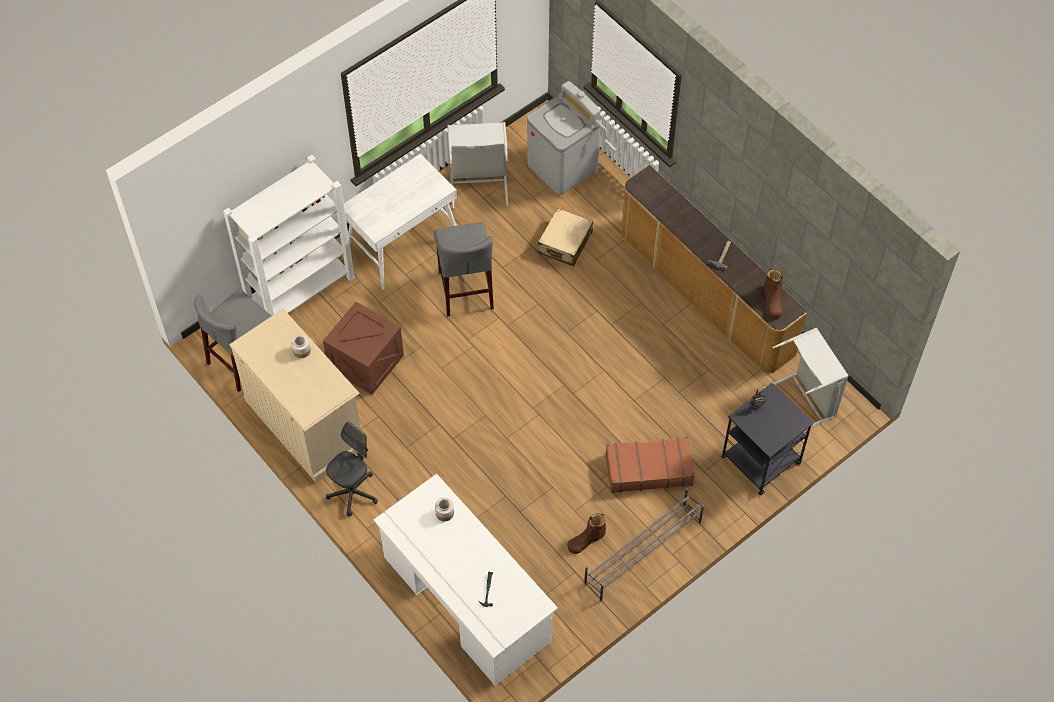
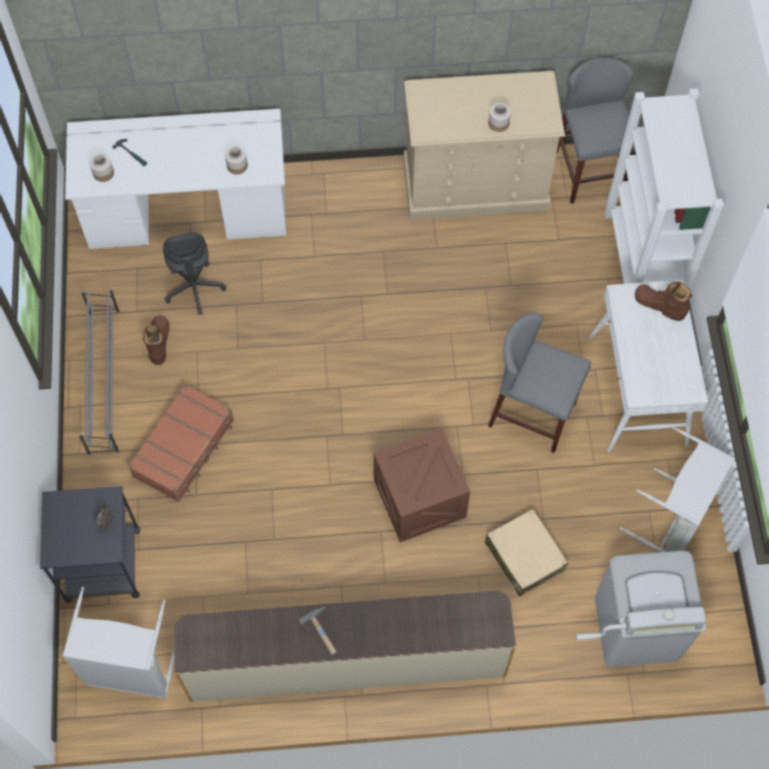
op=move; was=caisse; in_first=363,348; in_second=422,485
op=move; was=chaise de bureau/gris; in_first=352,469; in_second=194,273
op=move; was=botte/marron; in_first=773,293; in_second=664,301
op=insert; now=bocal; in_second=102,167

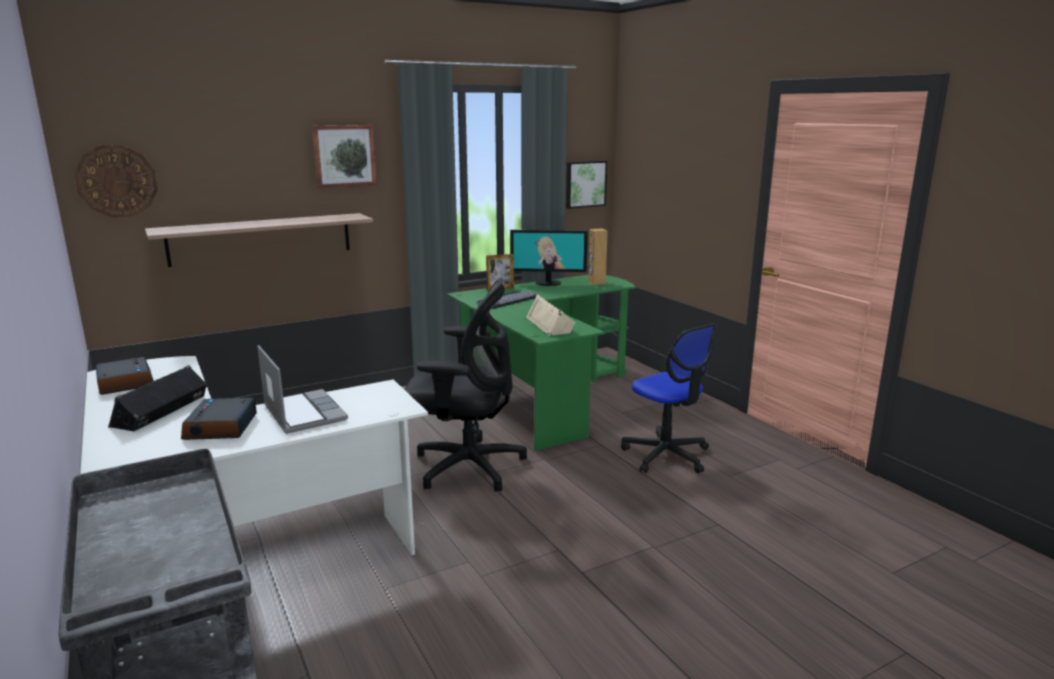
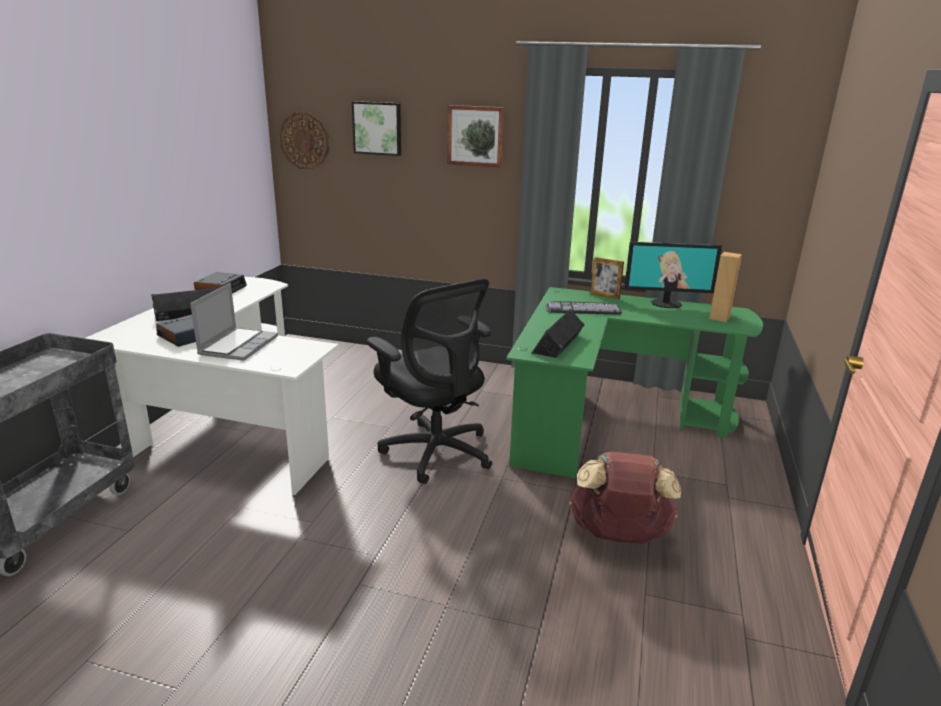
op=delete; was=étagère; in_first=259,240
op=rotate; was=écran d'ordinateur; in_first=549,258; in_second=673,275; clockwise=-45
op=recolor; was=enceinte/beige; now=enceinte/noir; in_first=550,315; in_second=558,333
op=move; was=tableau; in_first=586,185; in_second=376,128
op=replace; was=chaise de bureau; now=sac à dos/marron; in_first=669,398; in_second=625,498

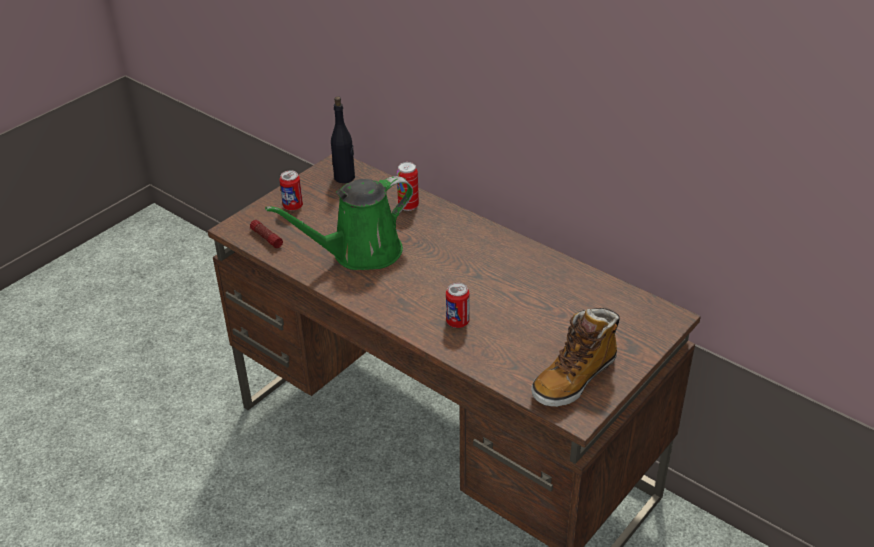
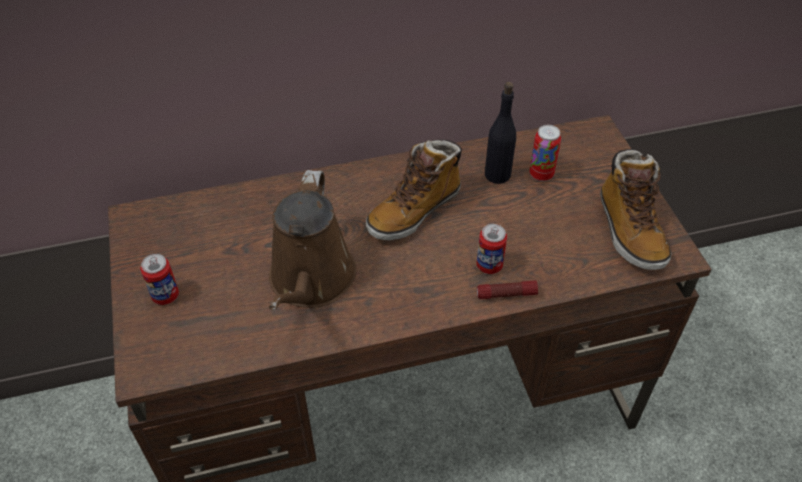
op=move; was=lampe de poche; in_first=266,234; in_second=507,289
op=recolor; was=arrosoir/vert; now=arrosoir/marron; in_first=339,223; in_second=312,240
op=move; was=bouteille/noir; in_first=343,139; in_second=500,133
op=move; was=boîte métallique; in_first=408,186; in_second=545,153
op=insert; now=botte; in_second=414,190

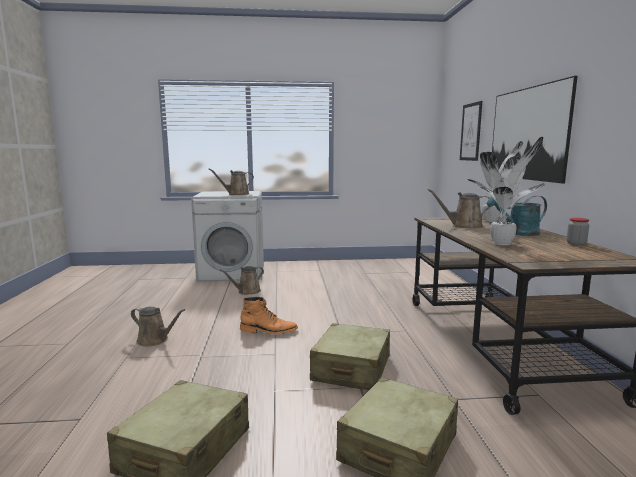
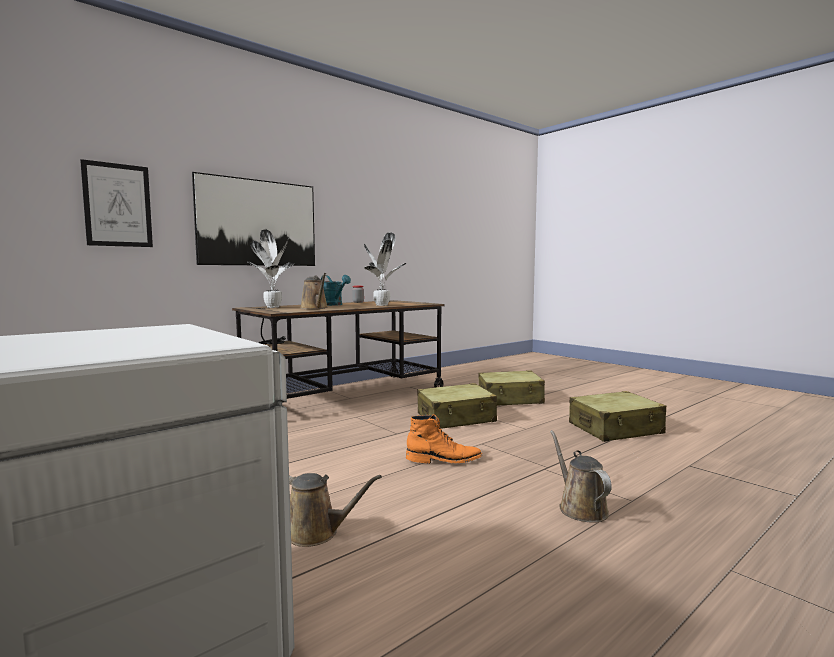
op=delete; was=arrosoir/marron; in_first=231,182
op=rotate; was=botte/orange; in_first=269,315; in_second=444,439; clockwise=120

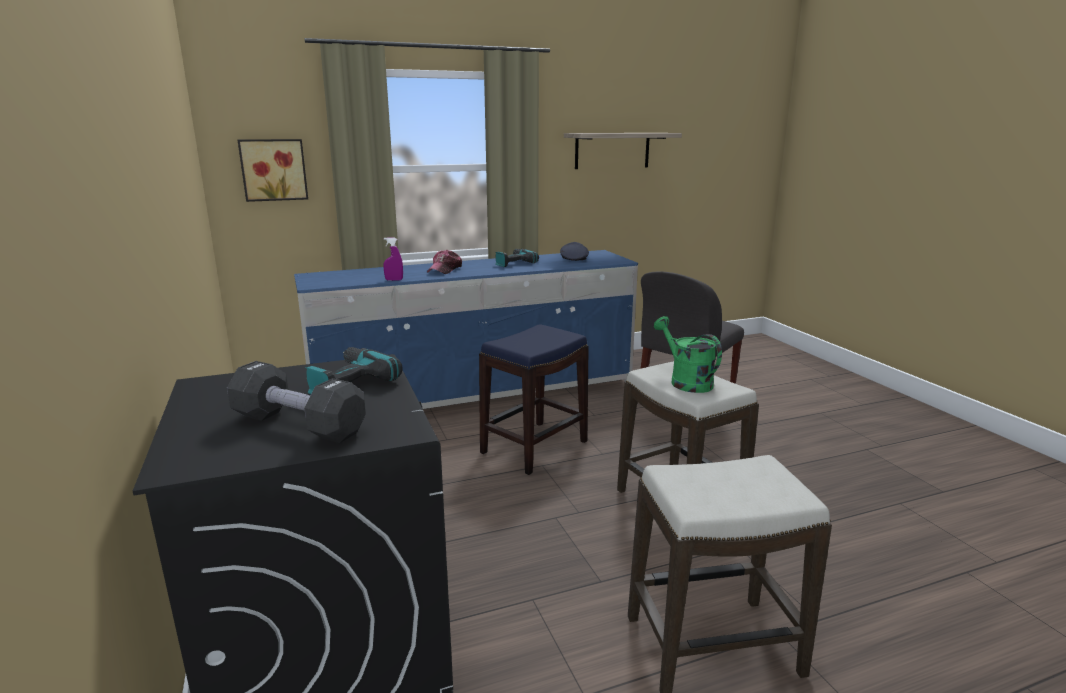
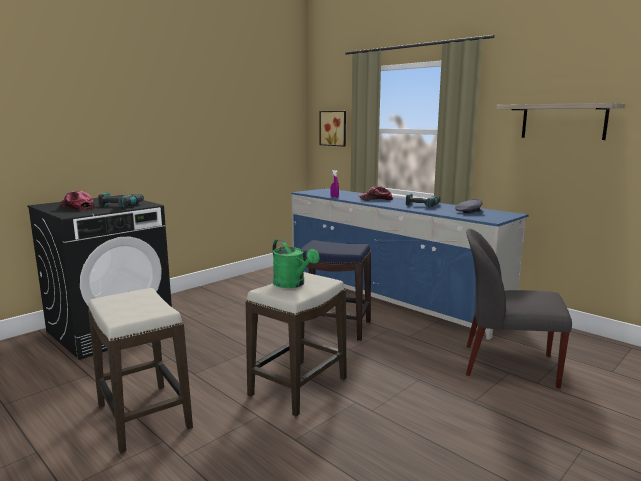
op=replace; was=haltère/noir; now=casquette; in_first=296,402; in_second=77,200
op=rotate; was=arrosoir/vert; in_first=688,354; in_second=296,263; clockwise=105

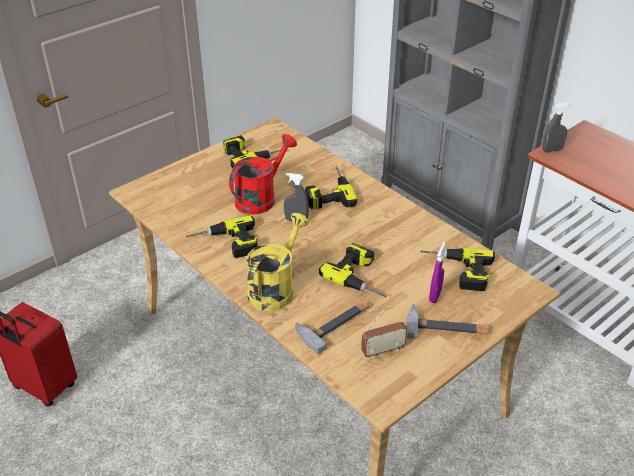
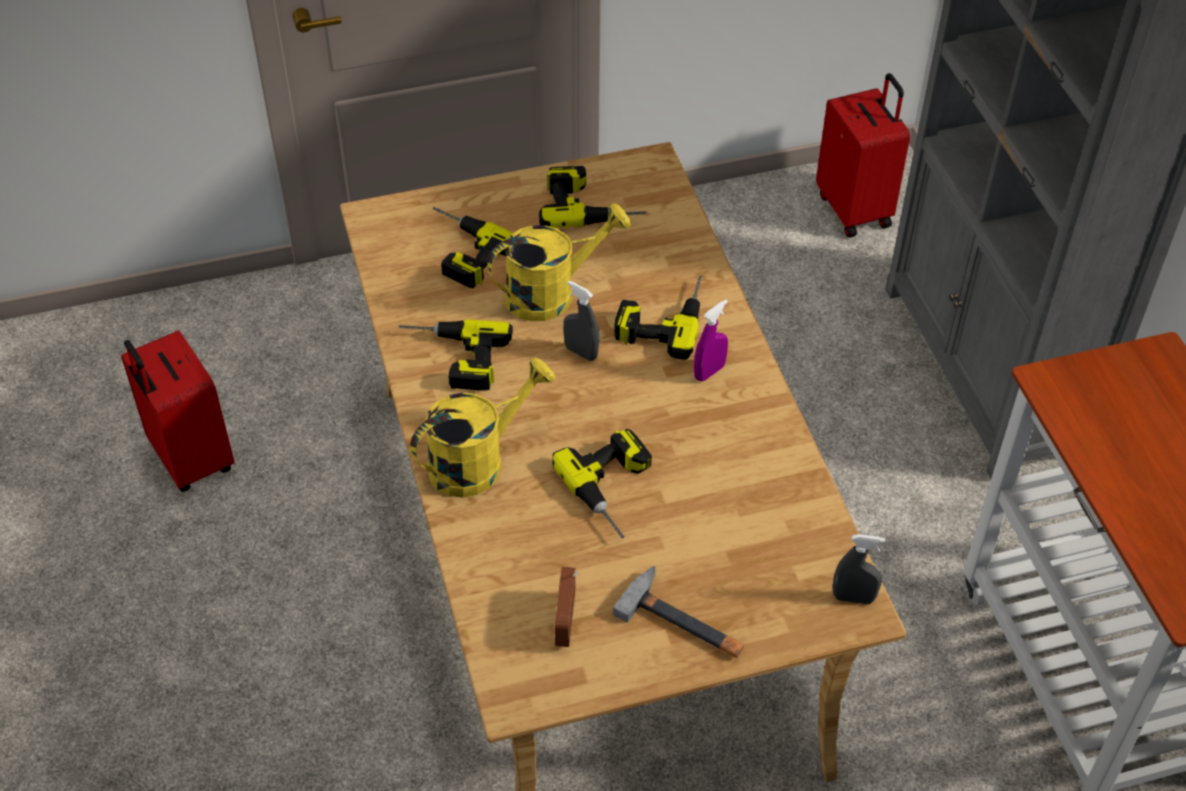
op=recolor; was=arrosoir/rouge; now=arrosoir/jaune; in_first=263,174; in_second=559,262
op=delete; was=marteau; in_first=332,327
op=rotate; was=radio; in_first=384,333; in_second=567,607; clockwise=90
op=move; was=perceuse; in_first=457,269; in_second=473,247
op=move; was=vaporisateur/violet; in_first=437,272; in_second=711,340
op=move; was=vaporisateur/gris; in_first=557,127; in_second=859,569
op=insert; now=valise/rouge; in_second=863,155

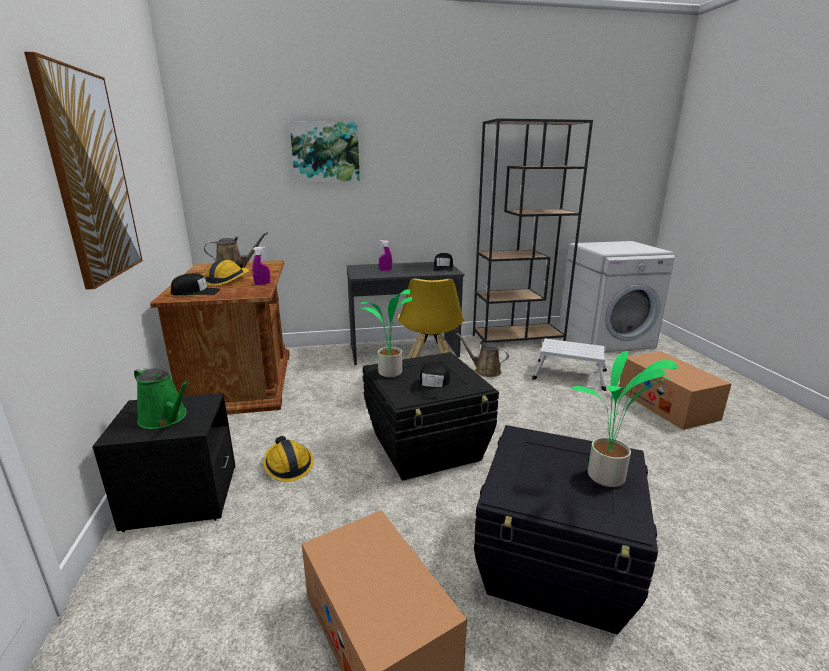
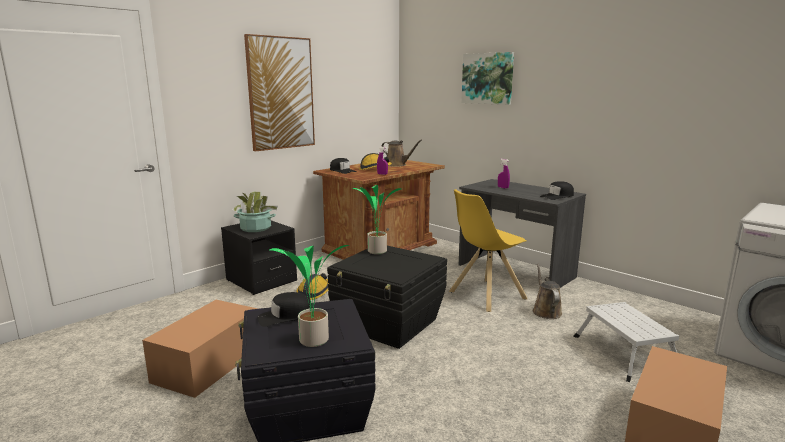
op=replace; was=arrosoir/vert; now=plante en pot; in_first=161,398; in_second=255,211
op=move; was=casquette/noir; in_first=433,380; in_second=285,309
op=delete; was=bibliothèque; in_first=533,231

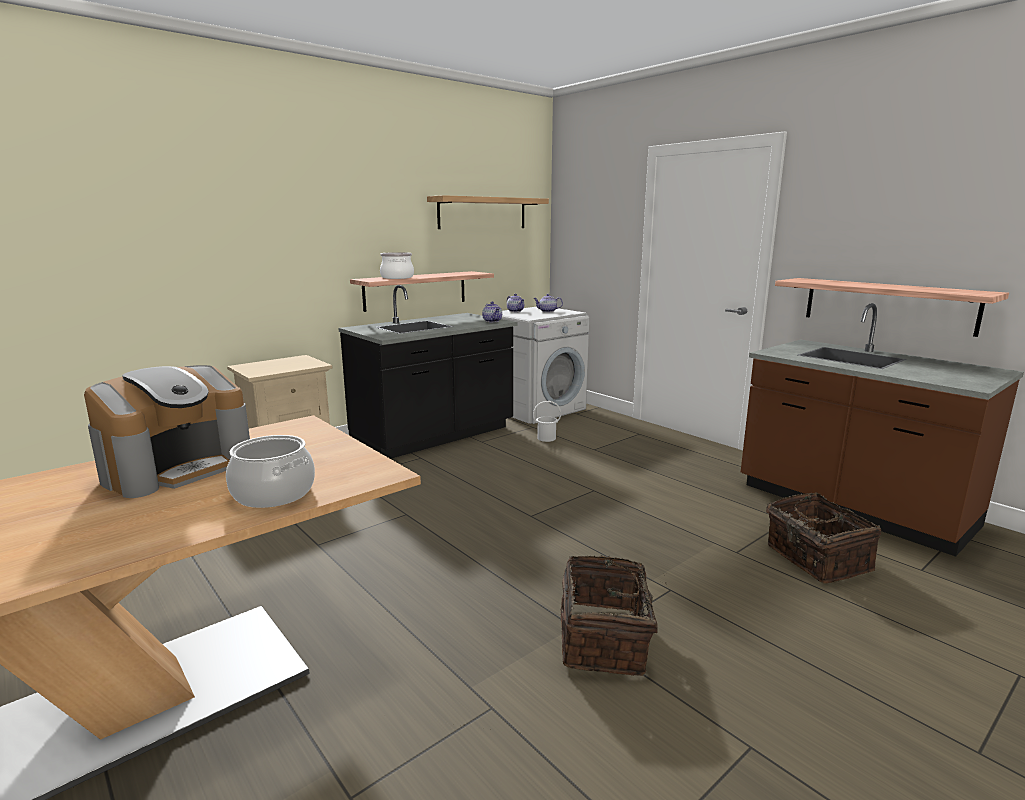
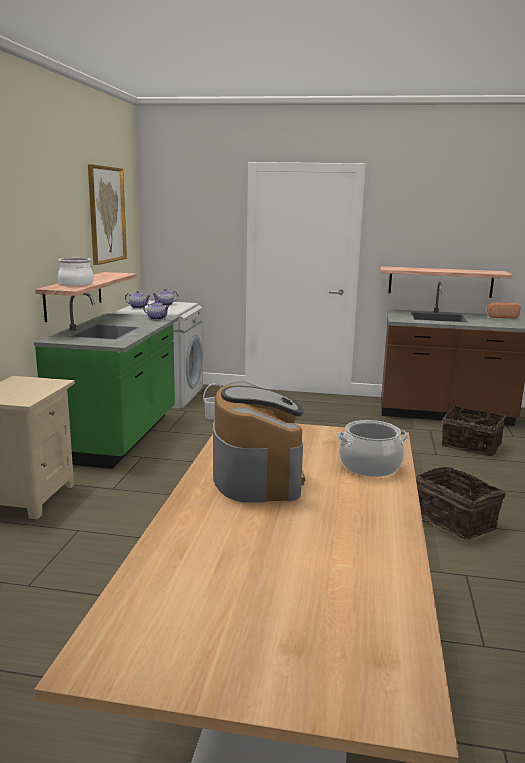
op=recolor; was=comptoir de cuisine/noir; now=comptoir de cuisine/vert; in_first=428,372; in_second=106,381
op=replace; was=étagère; now=tableau; in_first=488,212; in_second=107,214
op=insert; now=pain; in_second=503,310

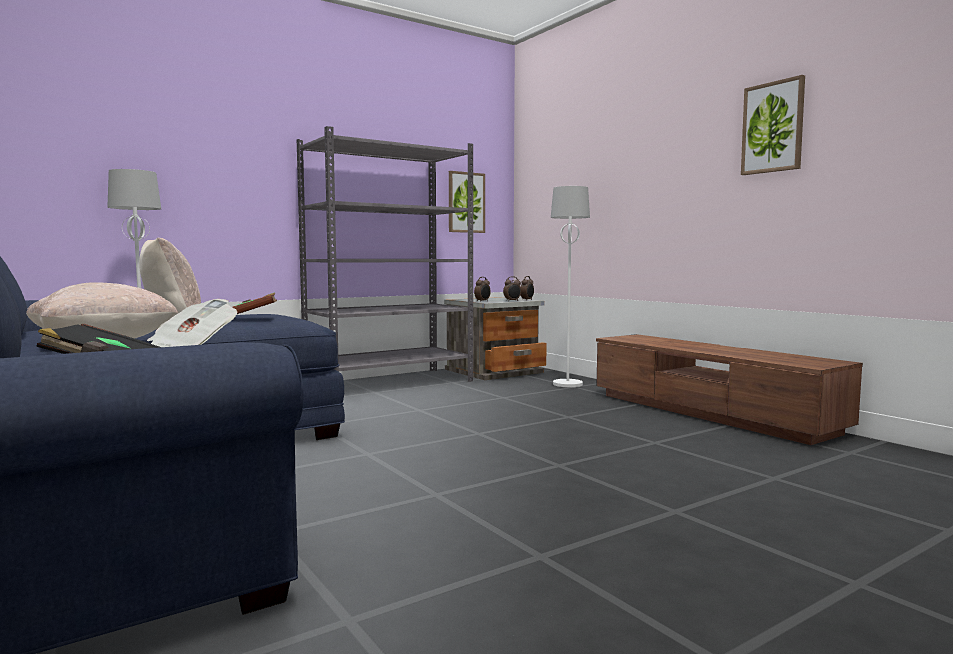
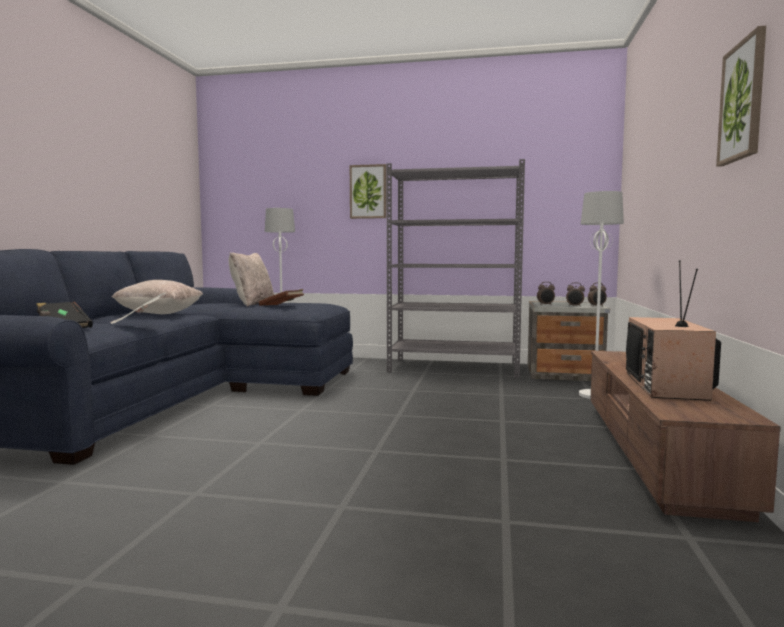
op=move; was=tableau; in_first=467,202; in_second=368,191
op=insert; now=téléviseur; in_second=673,330

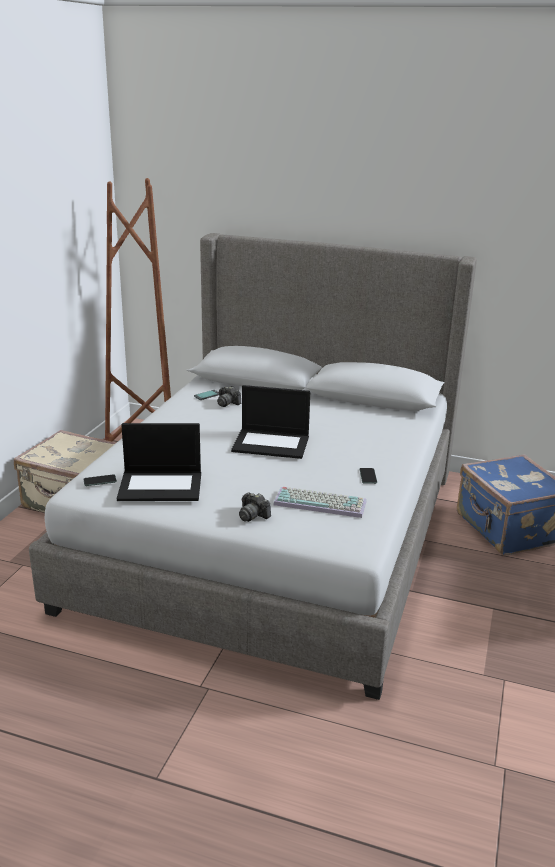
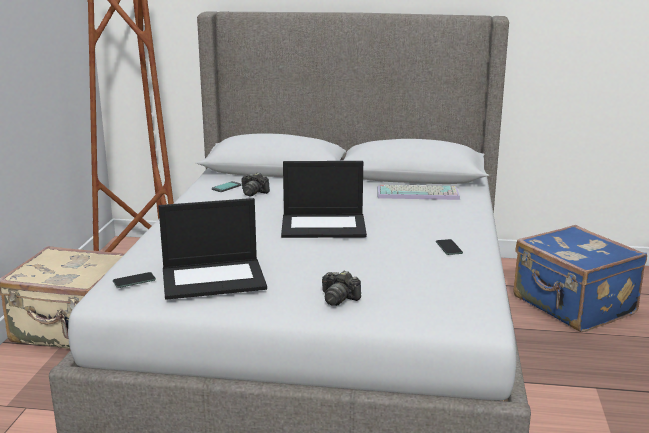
op=move; was=clavier; in_first=319,502; in_second=418,192

